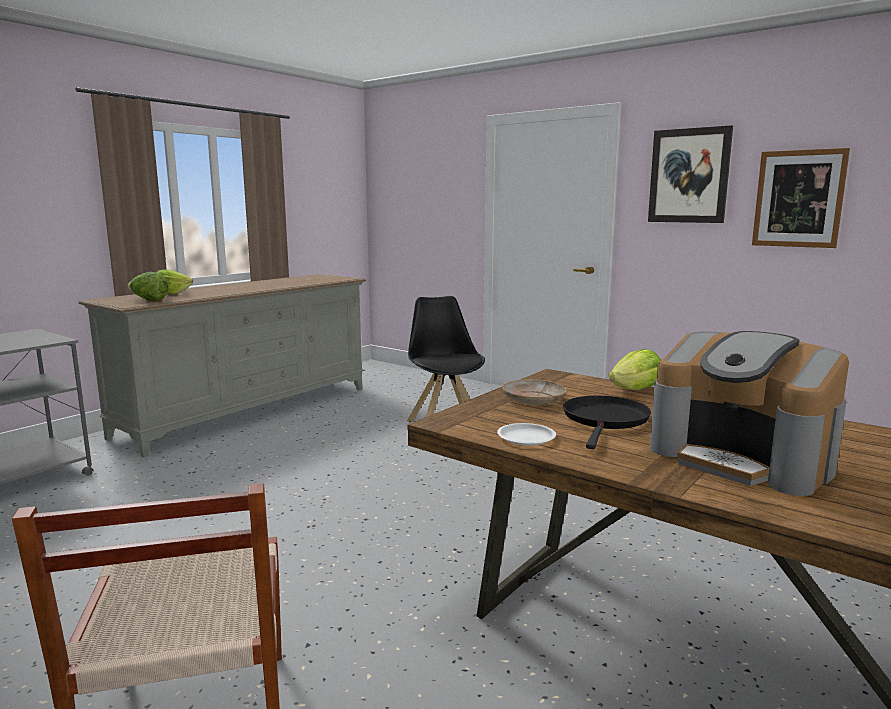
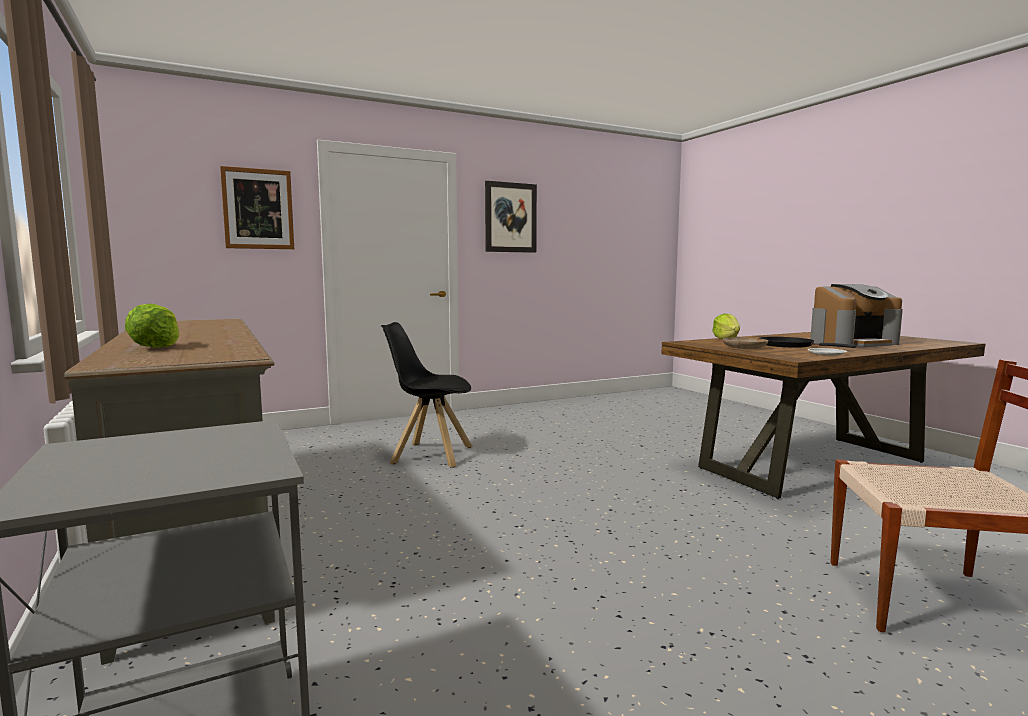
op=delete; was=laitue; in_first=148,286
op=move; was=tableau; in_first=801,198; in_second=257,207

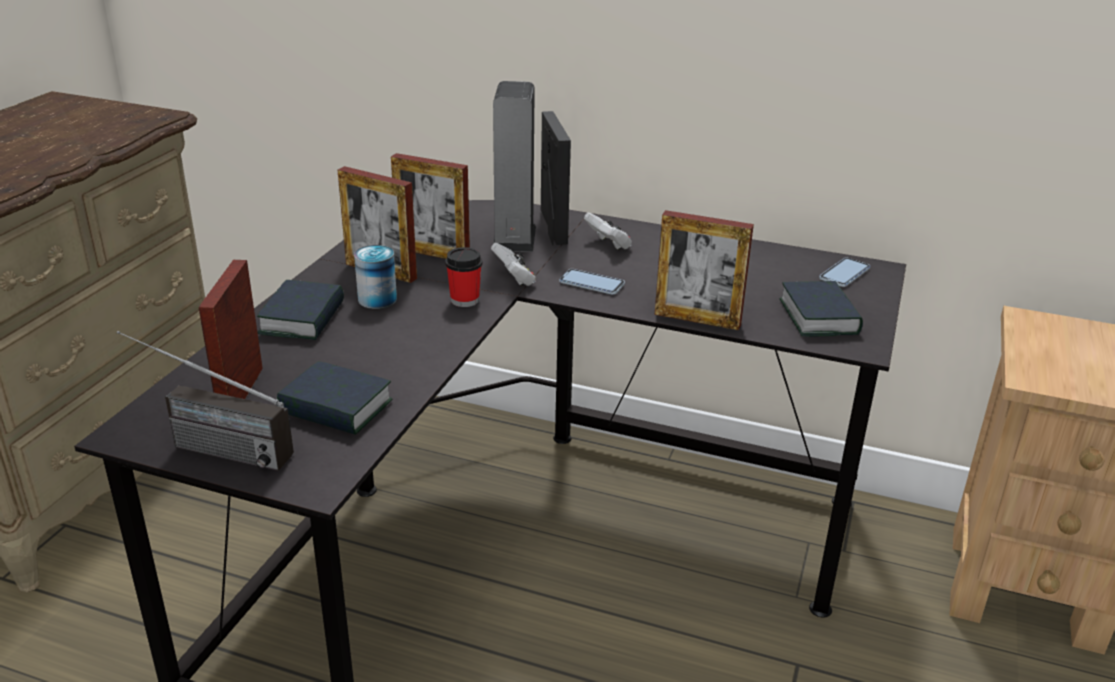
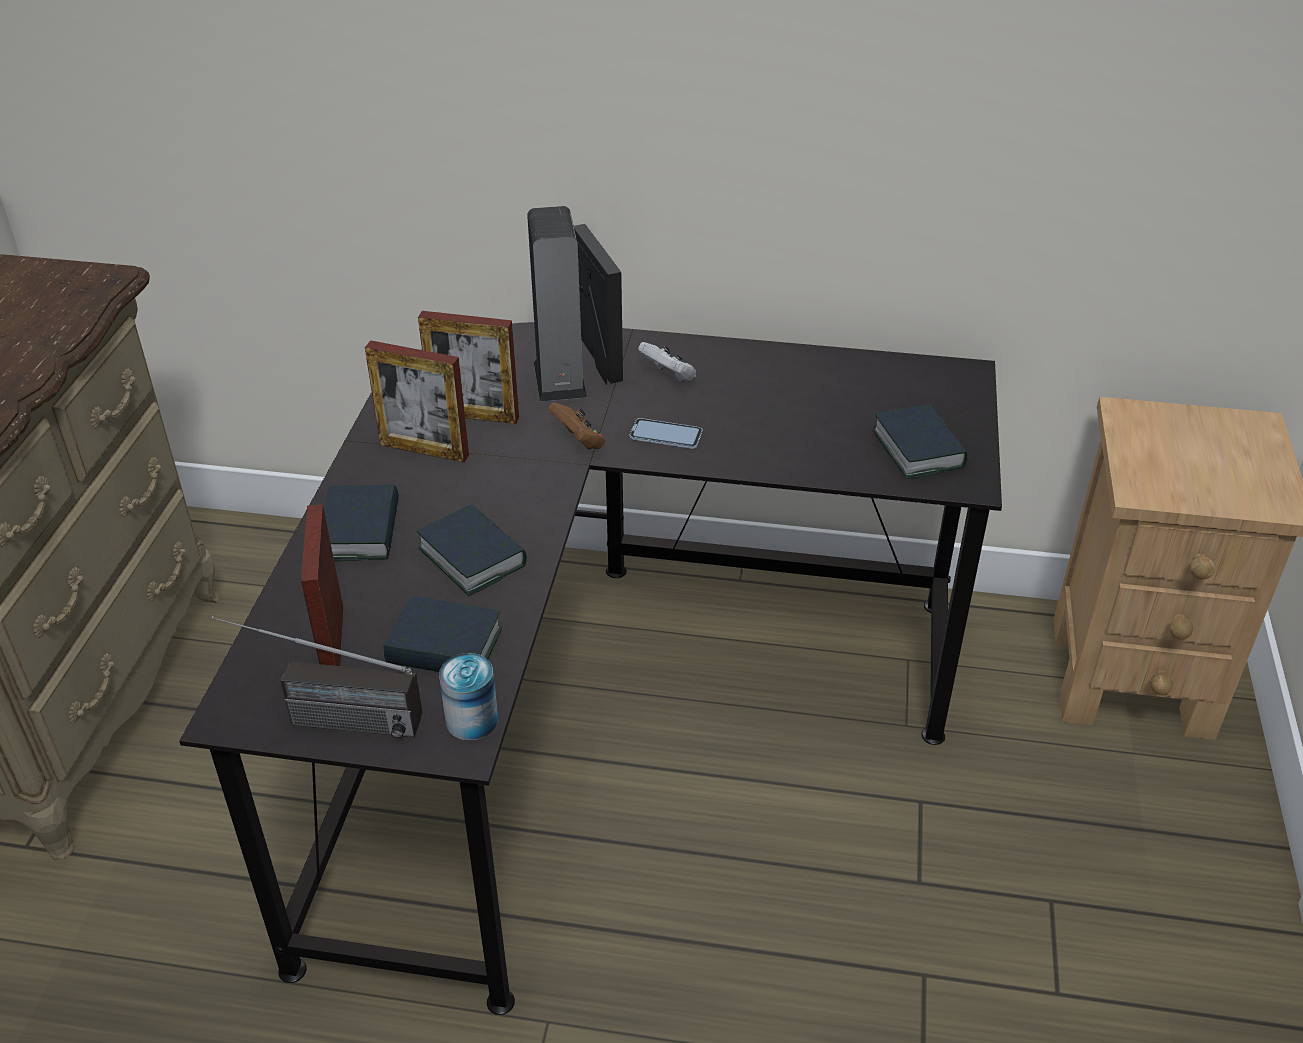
op=move; was=boîte métallique; in_first=375,277; in_second=468,696
op=delete; was=tasse; in_first=463,277
op=recolor; was=manette/blanc; now=manette/marron; in_first=513,264; in_second=576,425
op=delete; was=cadre photo; in_first=704,270
op=delete; was=téléphone; in_first=844,272
op=insert; now=livre; in_second=472,550

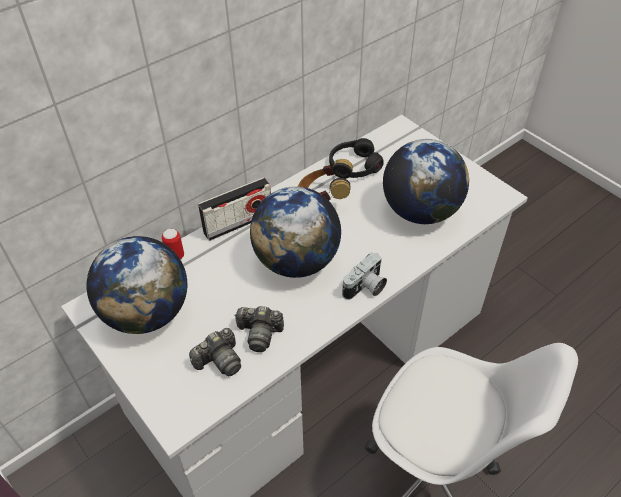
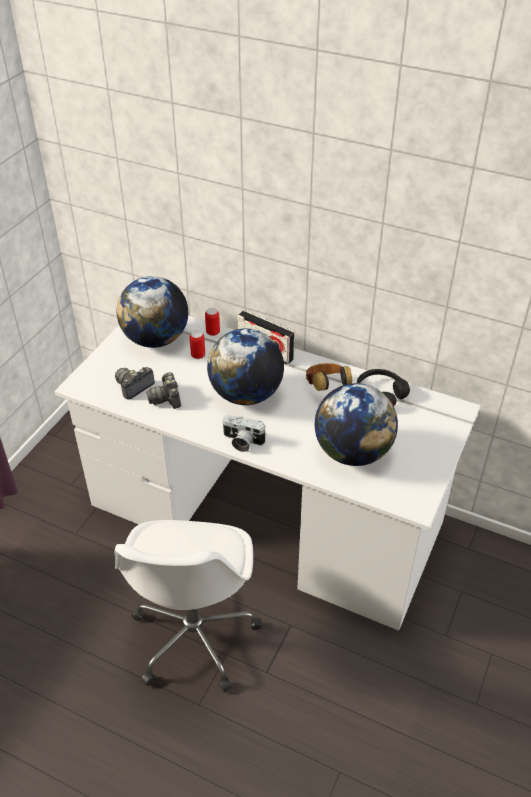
op=rotate; was=appareil photo; in_first=215,352; in_second=135,383; clockwise=105
op=insert; now=boîte métallique; in_second=197,345

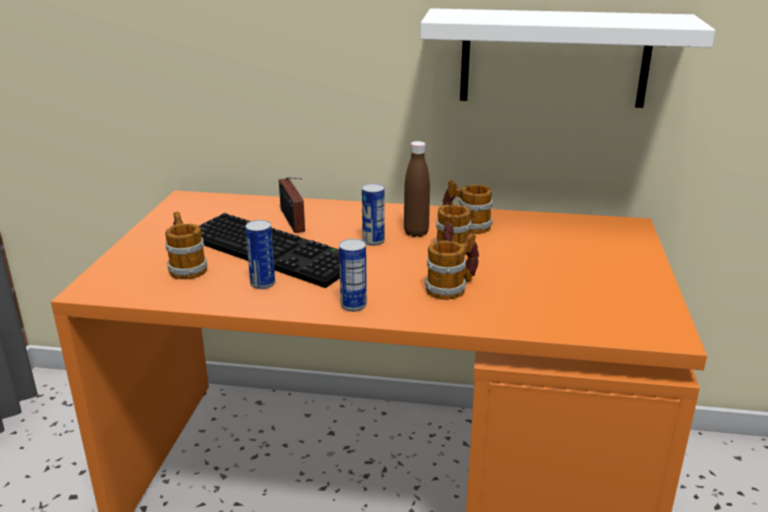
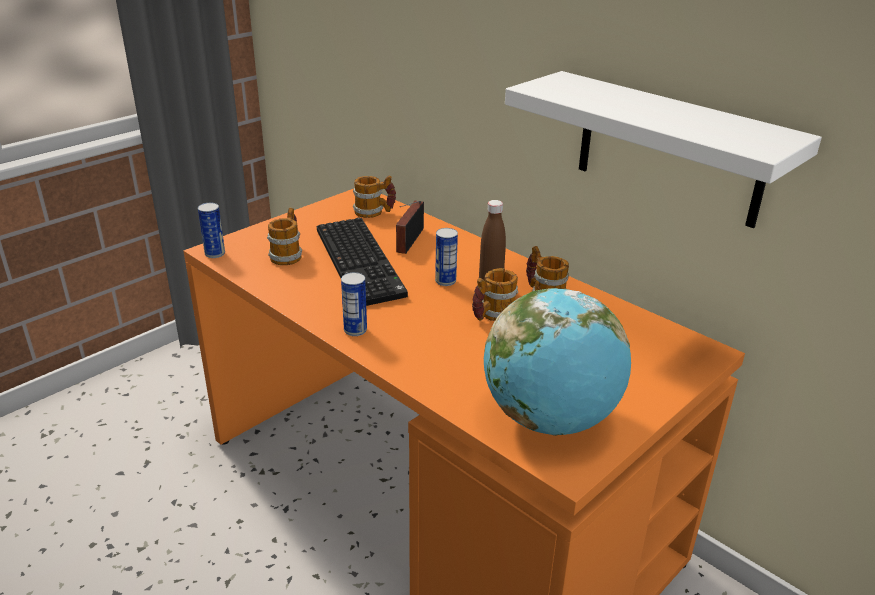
op=move; was=boîte métallique; in_first=260,254; in_second=211,230
op=move; was=mug; in_first=452,266; in_second=374,197
op=insert; now=globe; in_second=557,362

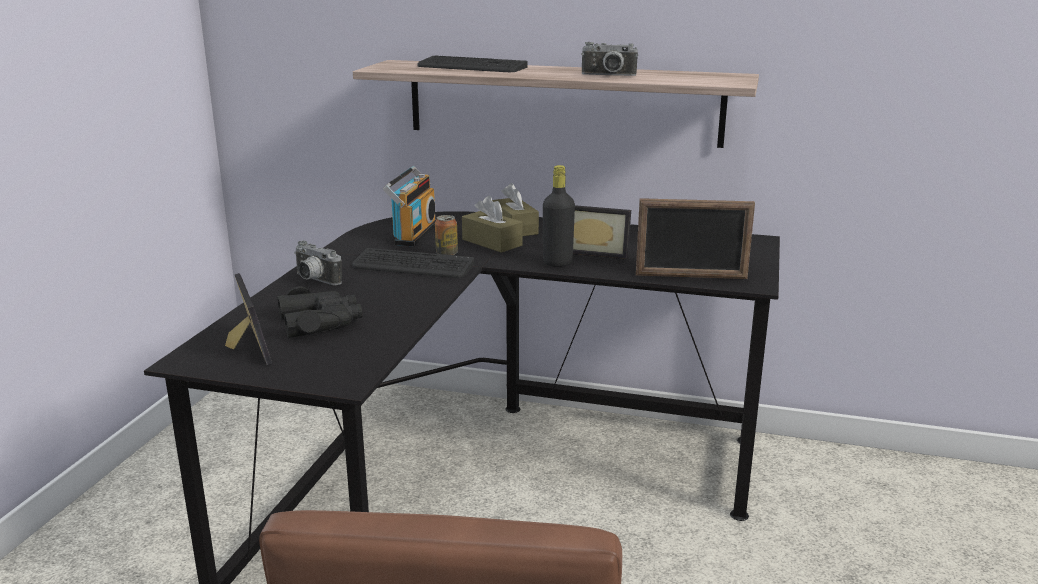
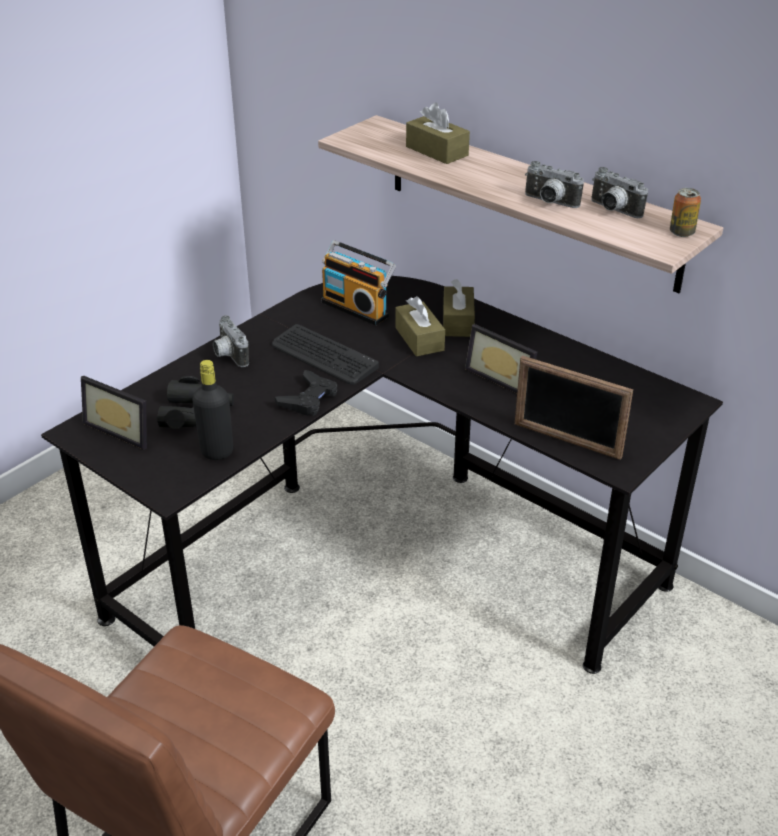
op=rotate; was=cadre photo; in_first=248,319; in_second=114,412; clockwise=120
op=rotate; was=radio; in_first=409,206; in_second=359,282; clockwise=90
op=replace; was=clavier; now=boîte à mouchoirs/marron; in_first=472,63; in_second=438,133
op=move; was=boîte métallique; in_first=446,235; in_second=685,212
op=move; was=bouteille/noir; in_first=559,216; in_second=213,410
op=insert; now=manette/noir; in_second=306,393
op=insert; now=appareil photo; in_second=619,192

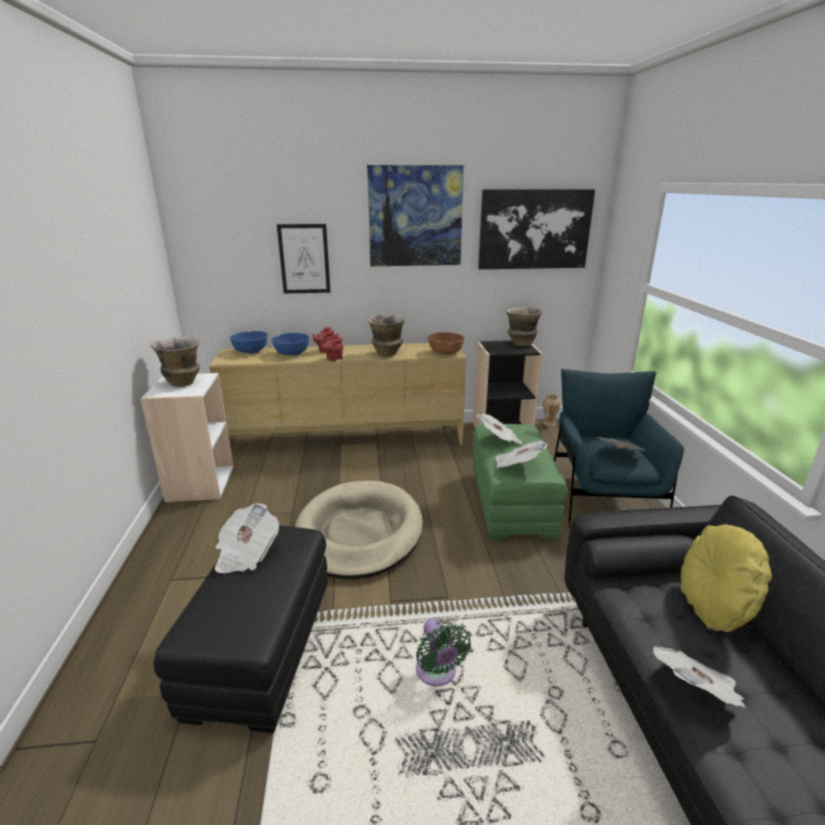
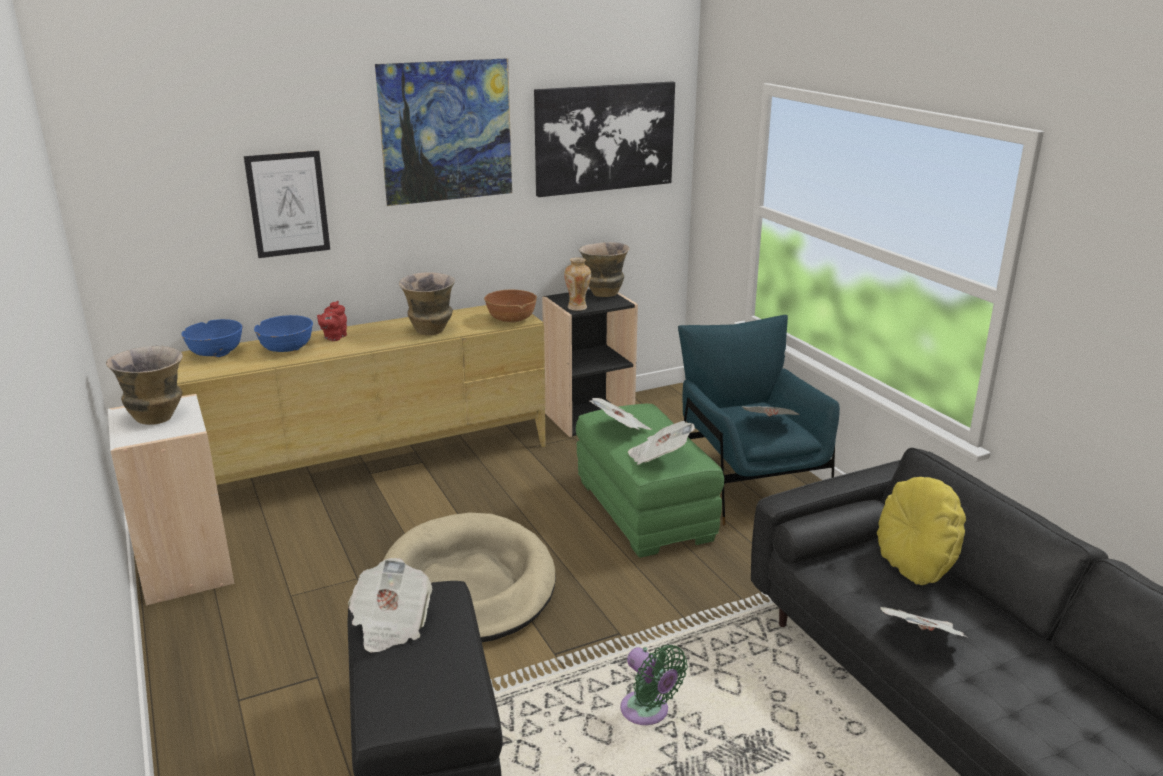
op=delete; was=théière/rouge; in_first=332,347
op=move; was=vase; in_first=552,409; in_second=577,284

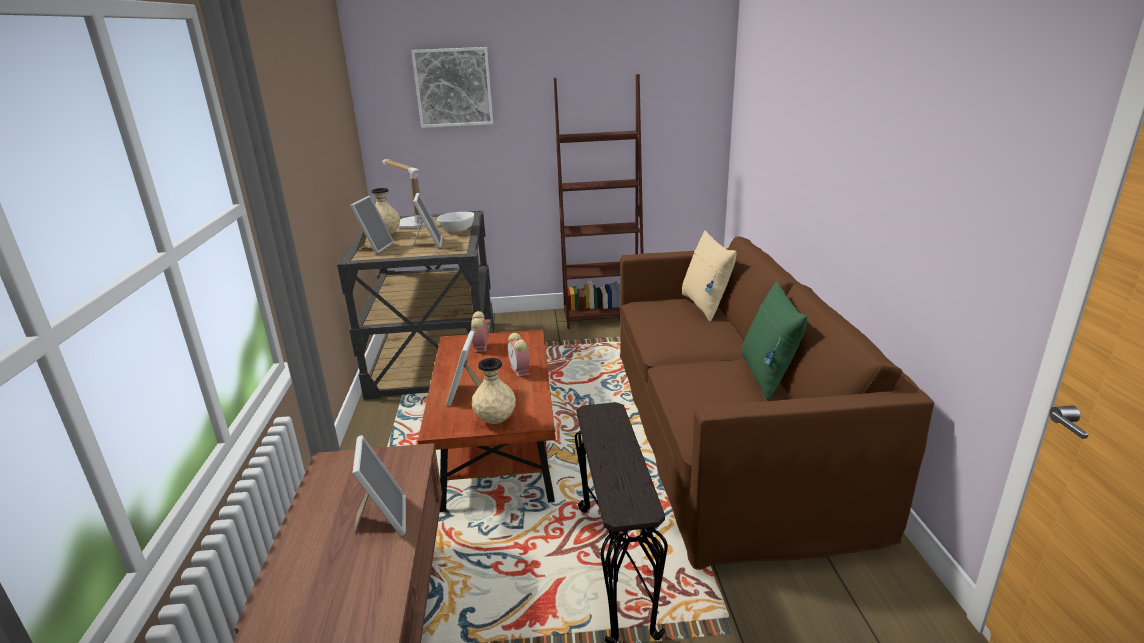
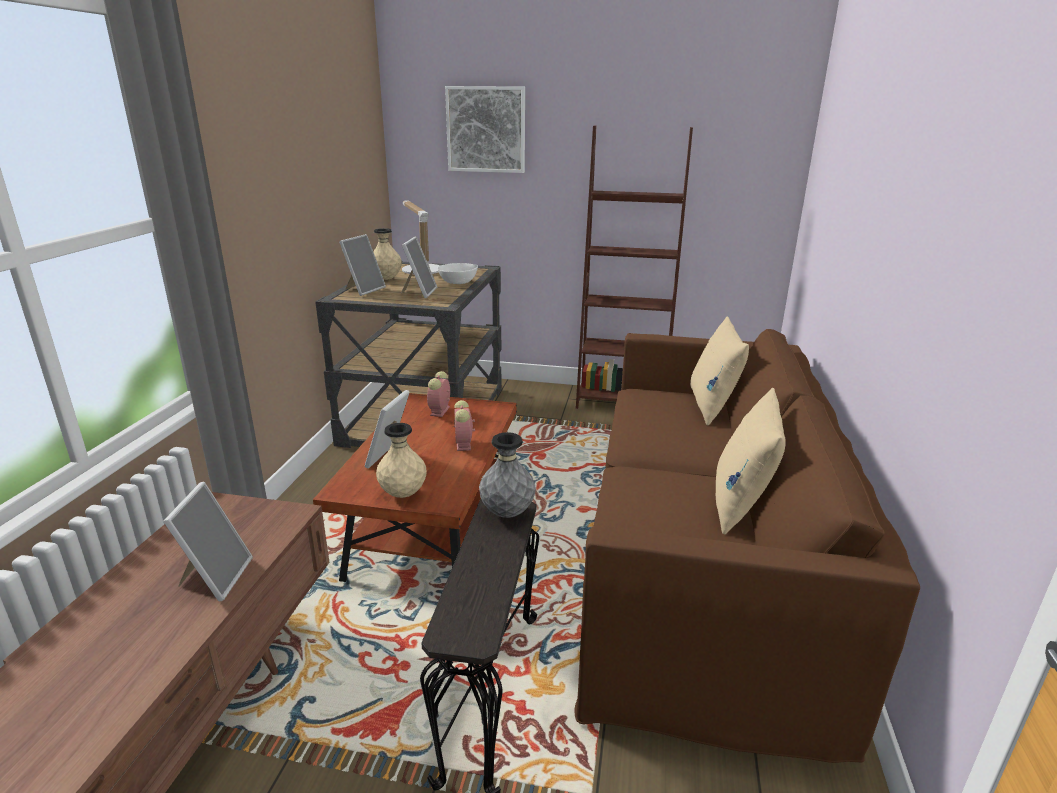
op=recolor; was=coussin/vert; now=coussin/beige; in_first=774,340; in_second=751,461
op=insert; now=vase/gris; in_second=507,475

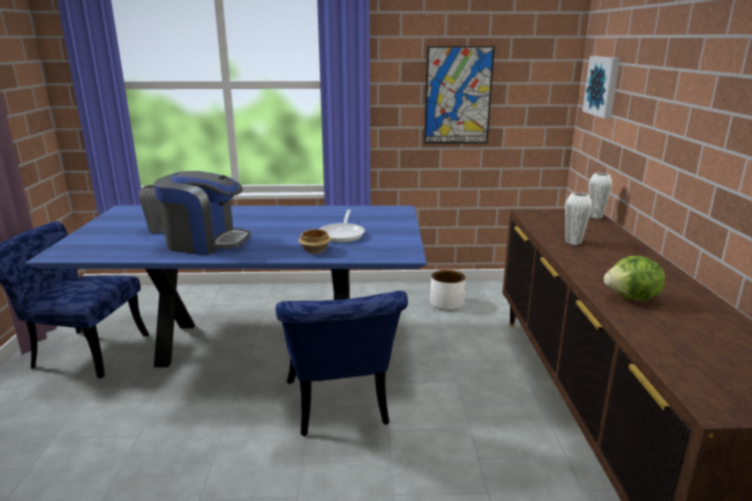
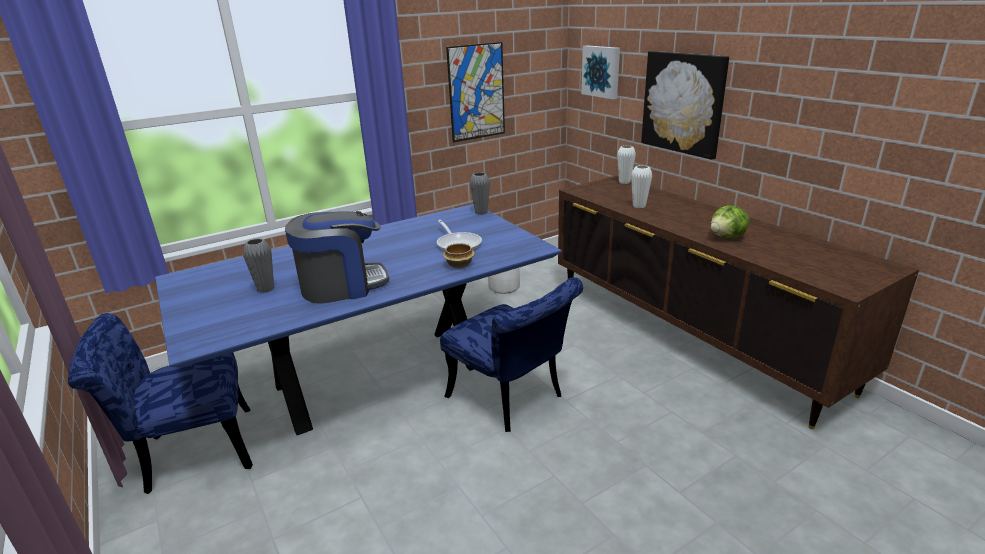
op=insert; now=vase/gris; in_second=480,194
op=insert; now=tableau; in_second=685,105

